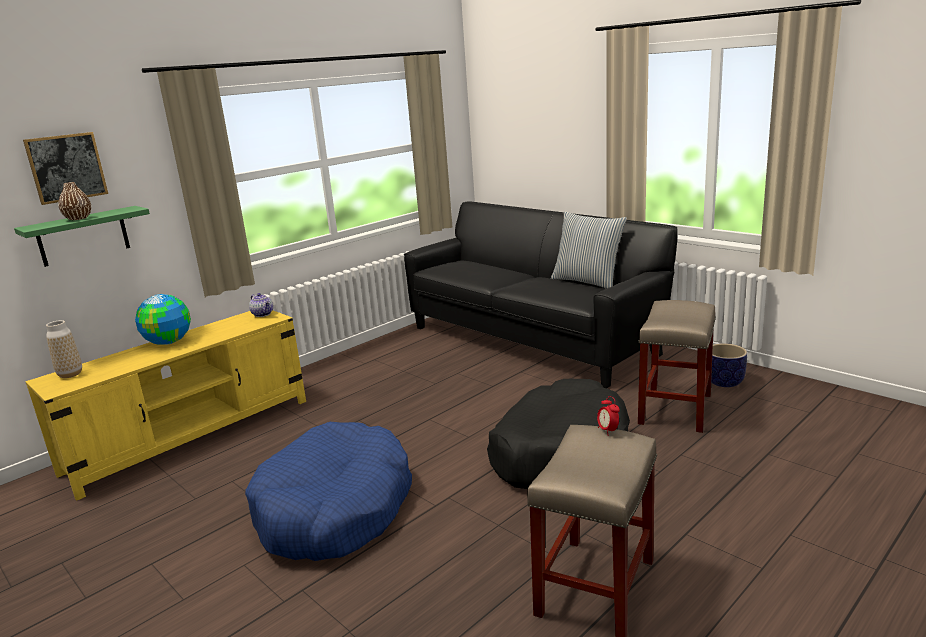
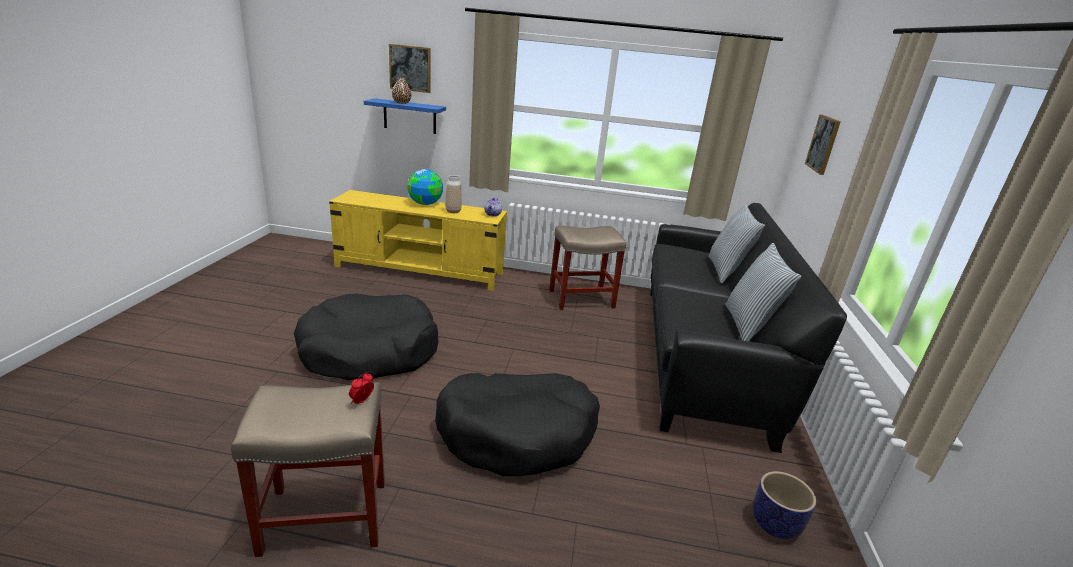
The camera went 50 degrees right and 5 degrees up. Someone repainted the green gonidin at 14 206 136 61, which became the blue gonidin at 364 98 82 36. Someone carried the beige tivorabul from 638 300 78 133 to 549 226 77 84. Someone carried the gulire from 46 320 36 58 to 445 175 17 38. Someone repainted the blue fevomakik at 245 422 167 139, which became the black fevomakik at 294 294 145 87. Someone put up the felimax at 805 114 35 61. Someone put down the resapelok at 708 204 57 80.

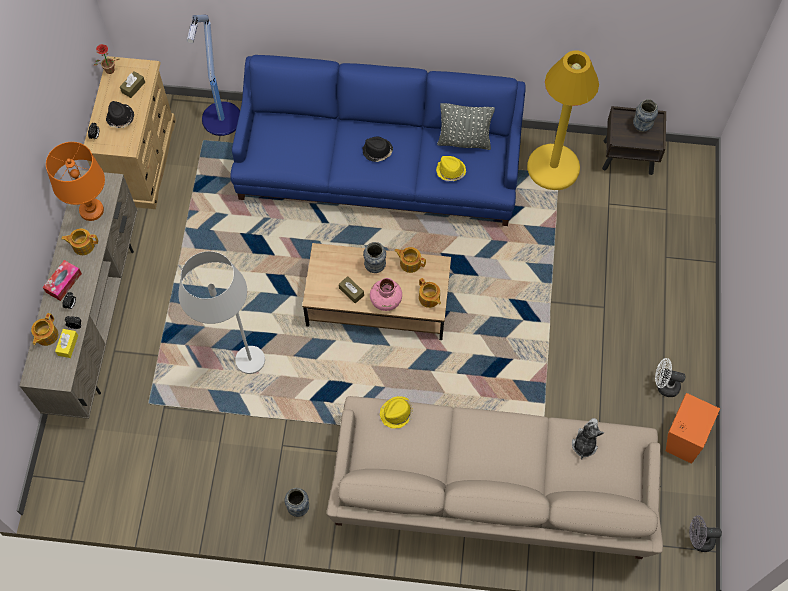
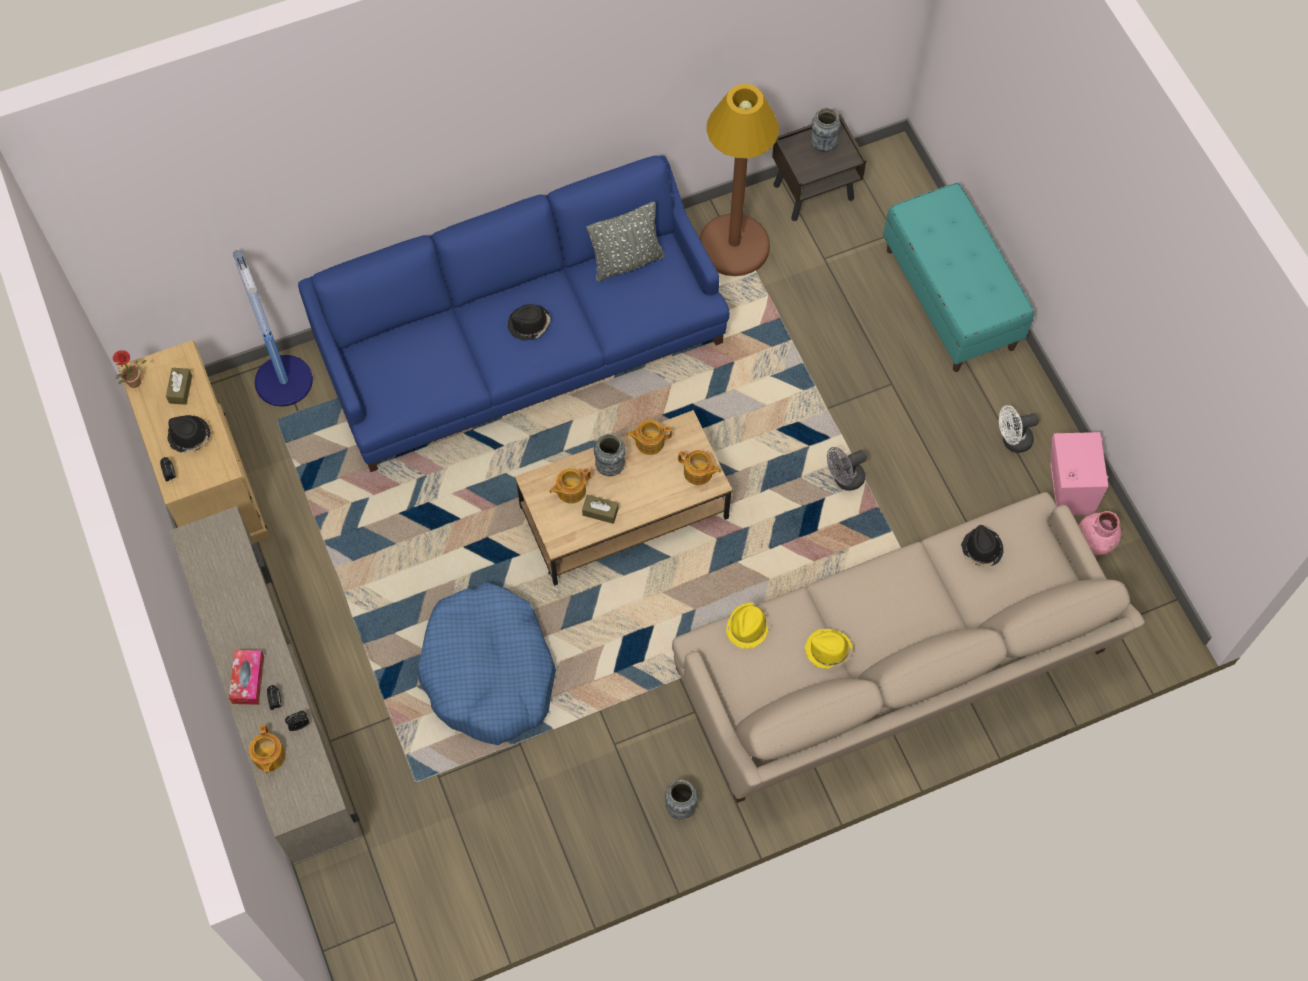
The camera went 30 degrees left and 0 degrees up. Someone repainted the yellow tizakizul at 527 50 72 140, which became the brown tizakizul at 699 84 80 192. Someone took away the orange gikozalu at 46 142 59 79. Someone carried the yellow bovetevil from 436 156 30 25 to 805 629 48 40. Someone carried the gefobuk from 61 229 37 26 to 549 468 42 36. Someone swapped the white tizakizul at 178 251 87 123 for the blue fevomakik at 418 582 138 163. Someone carried the pink gulire from 370 278 32 33 to 1079 511 42 44. Someone took away the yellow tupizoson at 55 329 23 29. Someone repainted the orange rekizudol at 666 393 54 71, which became the pink rekizudol at 1050 432 59 83. Someone swapped the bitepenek at 572 418 32 42 for the black bovetevil at 961 525 43 42. Someone carried the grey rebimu from 689 515 33 37 to 827 447 40 44. Someone put down the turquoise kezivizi at 883 183 151 189.

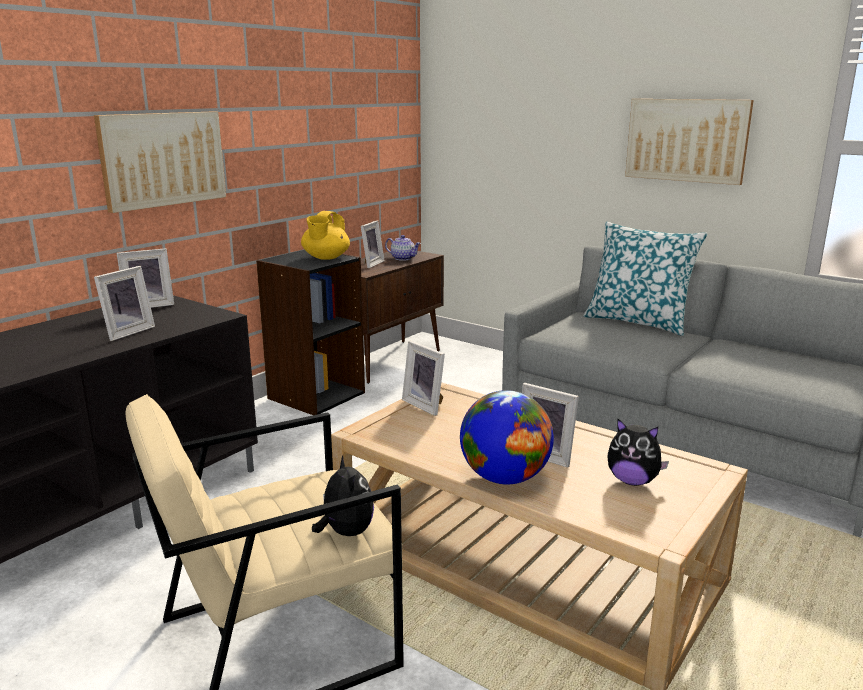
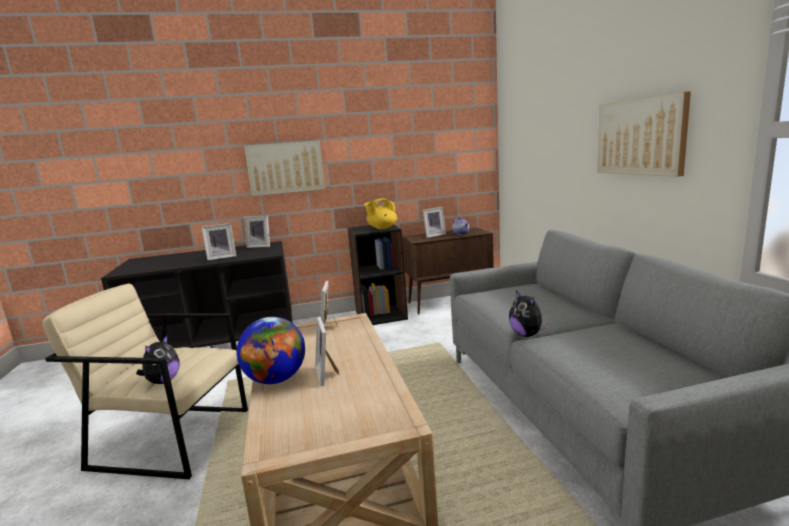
The camera went 40 degrees right and 5 degrees down. Someone took away the resapelok at 583 222 124 114. Someone carried the bitepenek from 607 419 62 67 to 509 291 39 46.

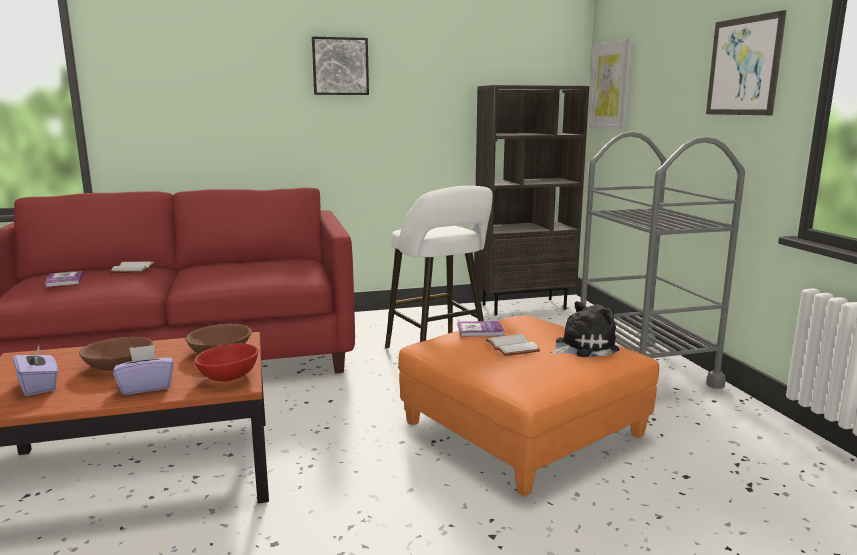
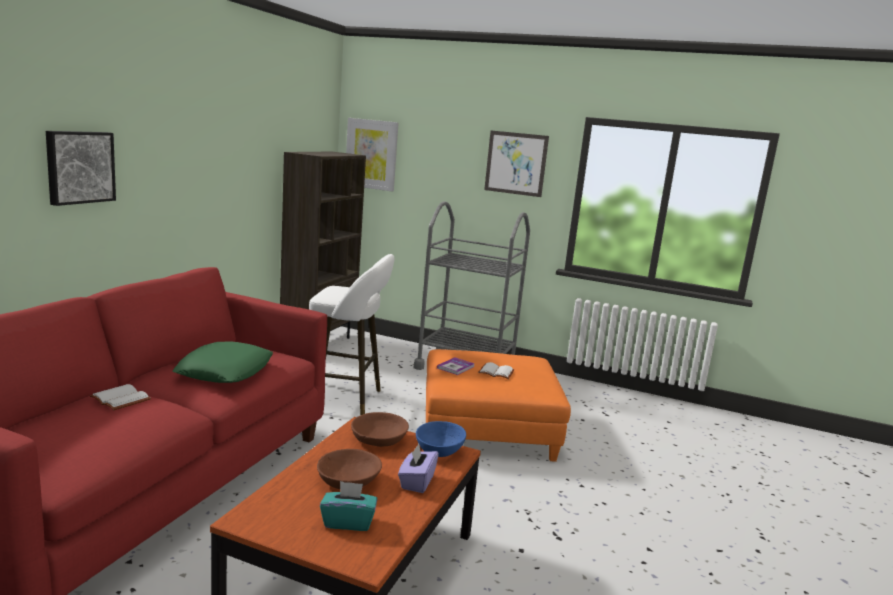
The camera went 55 degrees left and 0 degrees up. Someone carried the felimax from 312 36 57 59 to 46 131 70 75. Someone took away the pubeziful at 45 271 38 16. Someone took away the bitepenek at 550 301 69 56. Someone repainted the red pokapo at 194 343 65 38, which became the blue pokapo at 416 421 50 36. Someone repainted the purple tupizoson at 13 345 45 51, which became the turquoise tupizoson at 320 481 57 50. Someone put down the green resapelok at 173 342 100 41.

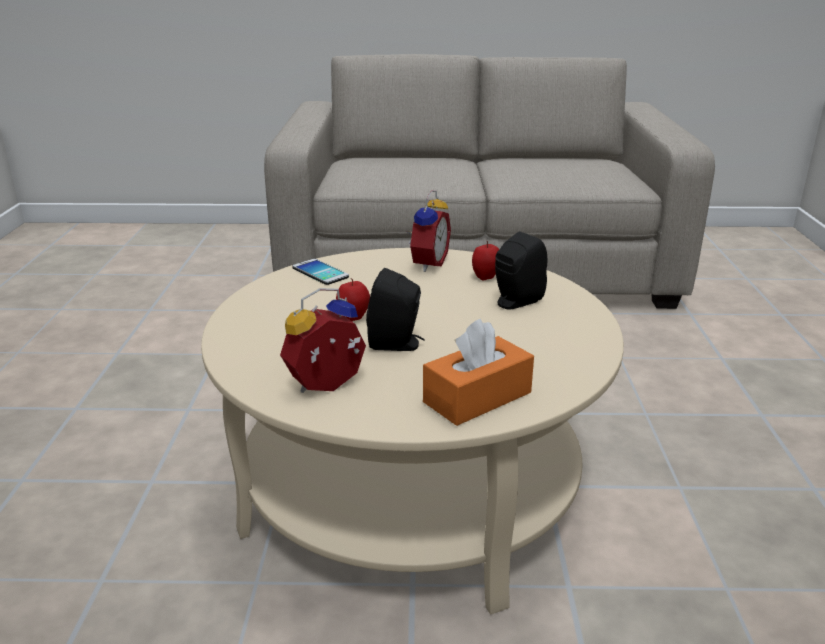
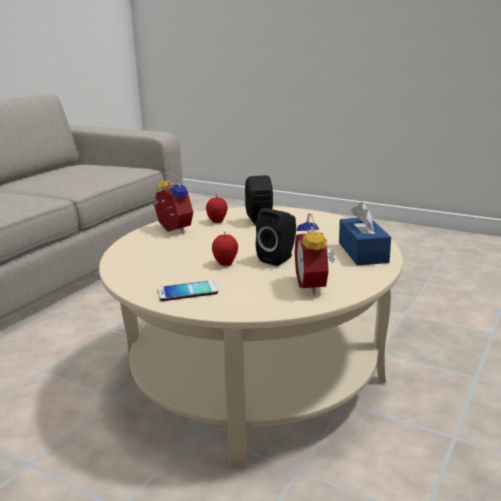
The camera went 60 degrees left and 5 degrees down. Someone carried the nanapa from 292 259 57 26 to 158 280 60 21. Someone repainted the orange tupizoson at 423 319 111 107, which became the blue tupizoson at 339 202 52 63.

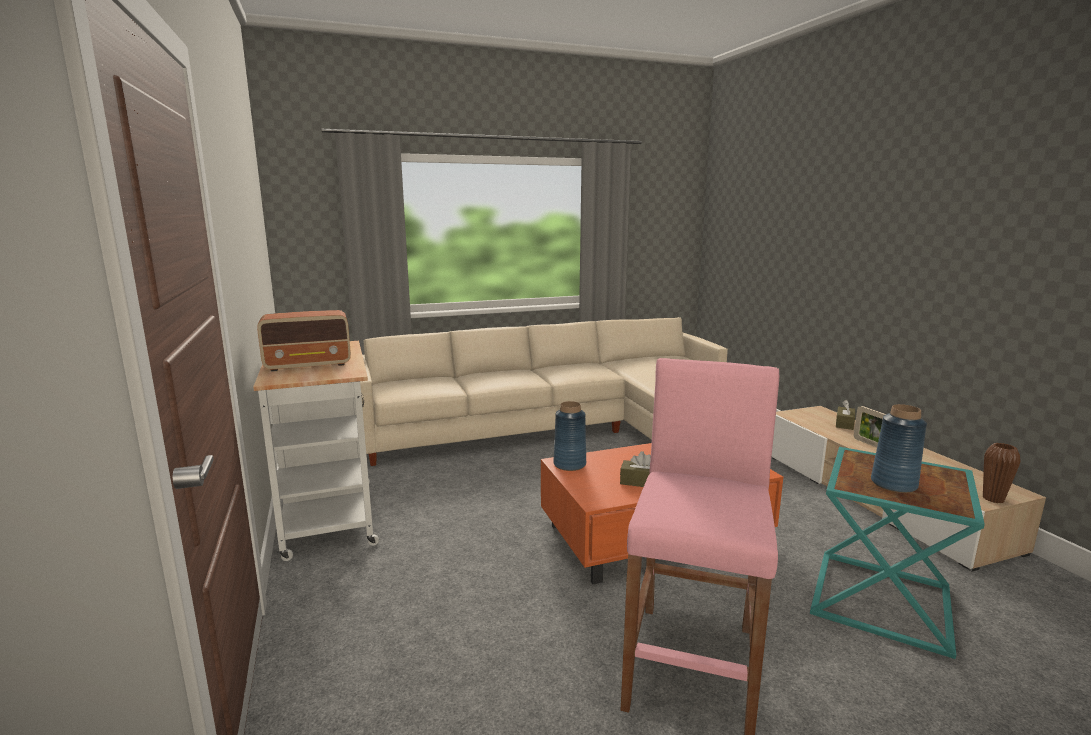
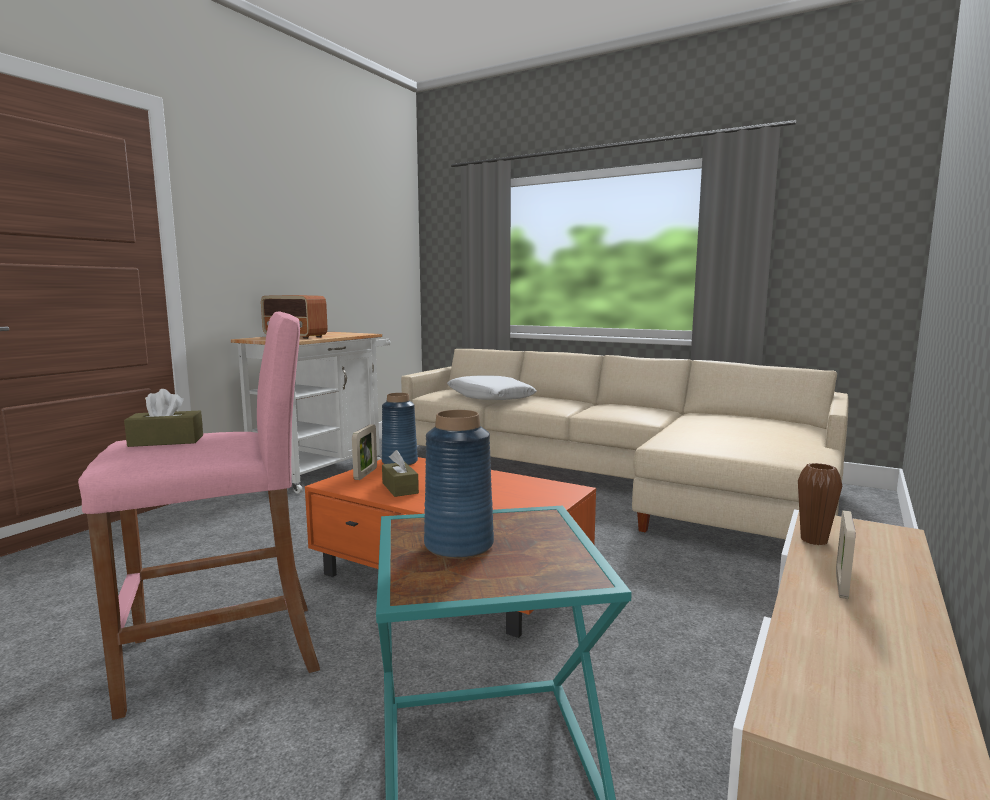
The camera went 50 degrees right and 5 degrees down. Someone carried the brown tupizoson from 836 400 19 30 to 124 389 79 58. Someone carried the brown gulire from 983 443 38 60 to 798 463 44 82. Someone put down the white resapelok at 447 376 90 24. Someone put down the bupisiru at 352 424 25 56.

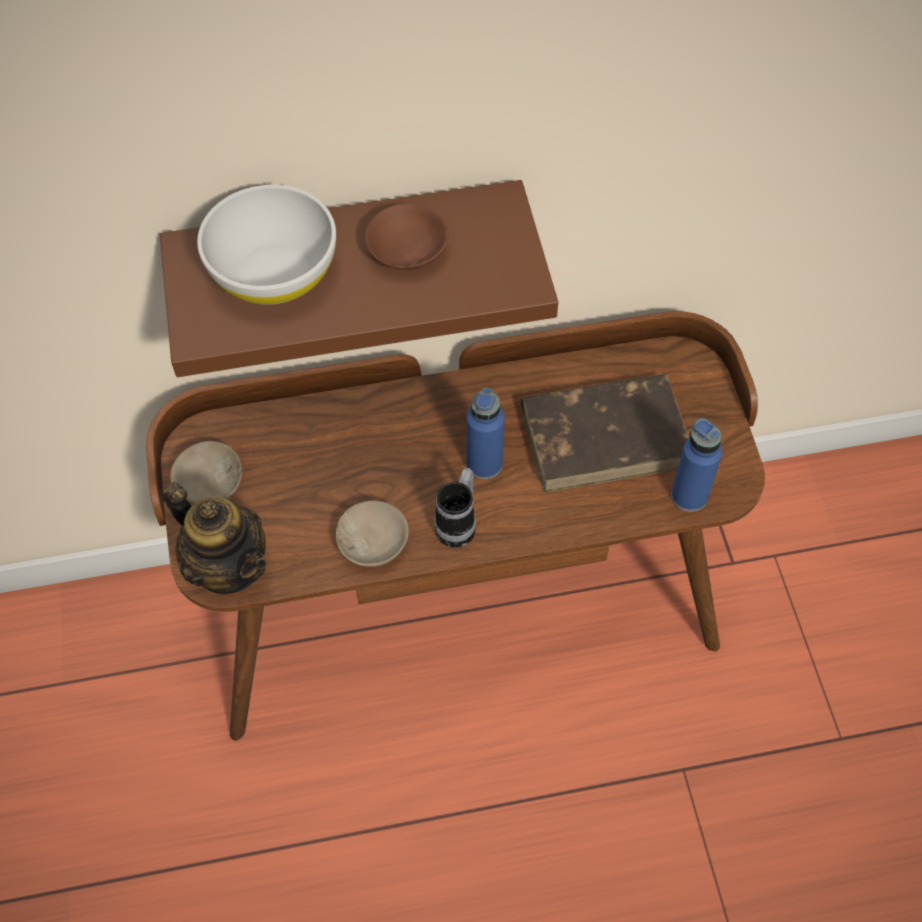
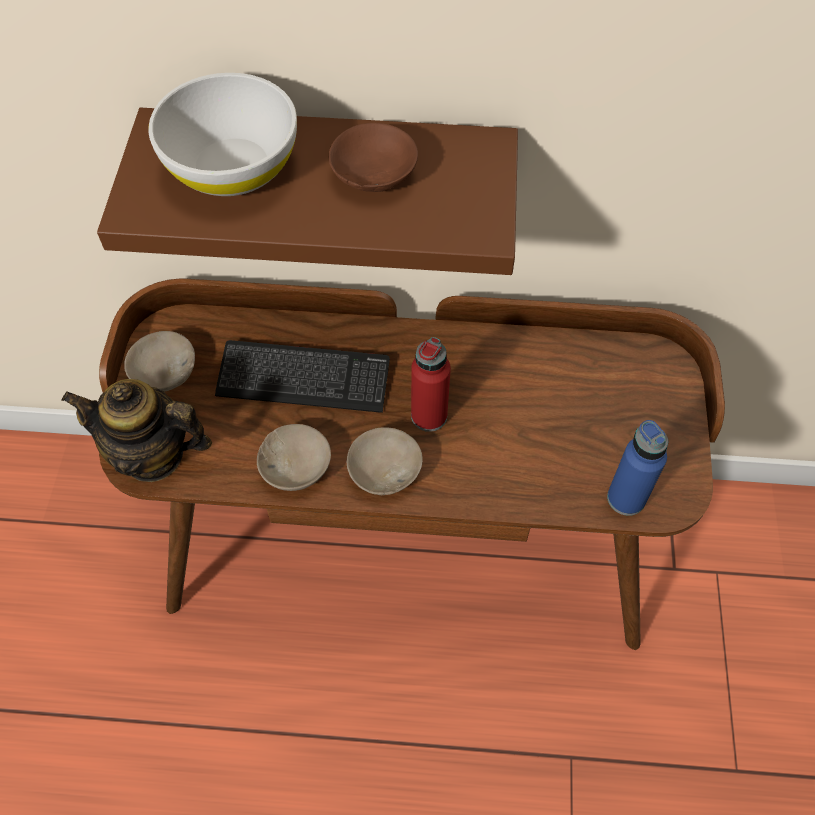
The camera went 15 degrees right and 0 degrees up. Someone took away the brown pubeziful at 521 374 168 119. Someone repainted the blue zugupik at 467 388 38 91, which became the red zugupik at 411 337 40 95. Someone swapped the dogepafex at 434 468 42 80 for the beige pokapo at 347 427 76 68. Someone rotated the gefobuk at 162 482 104 112 by 135 degrees clockwise. Someone put down the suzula at 215 340 175 73.

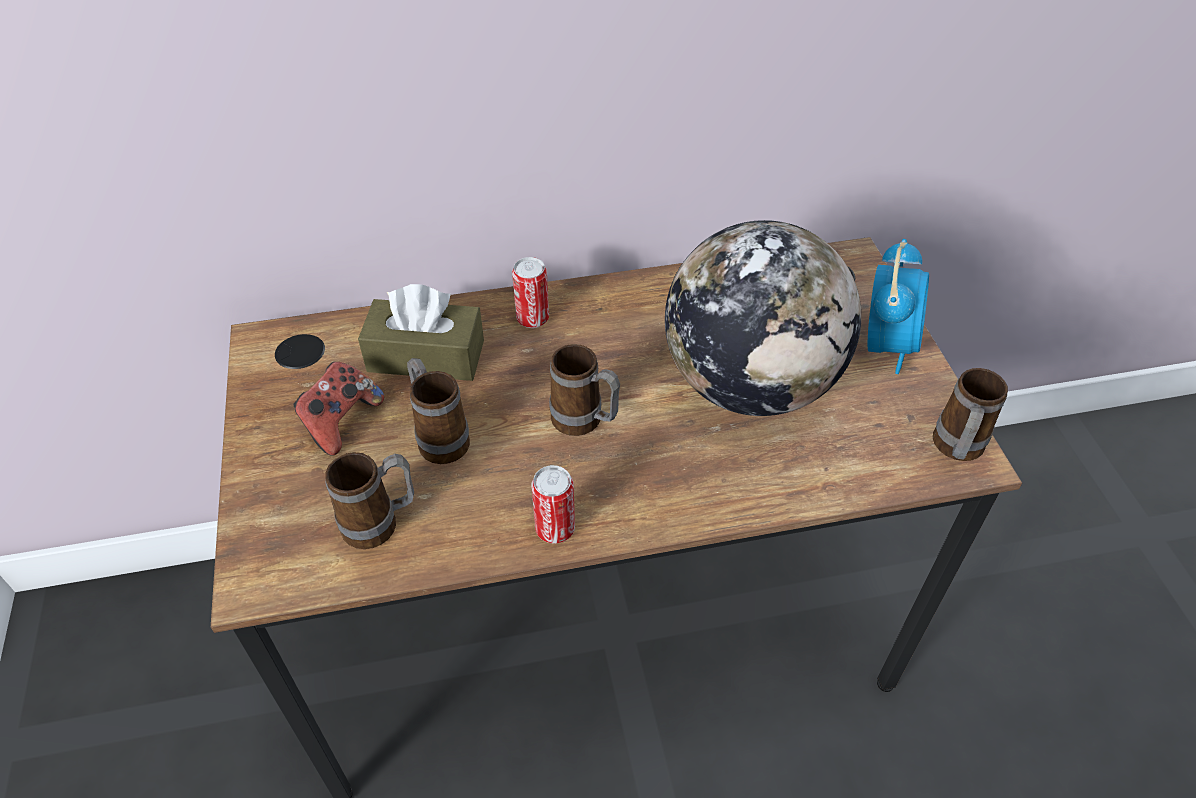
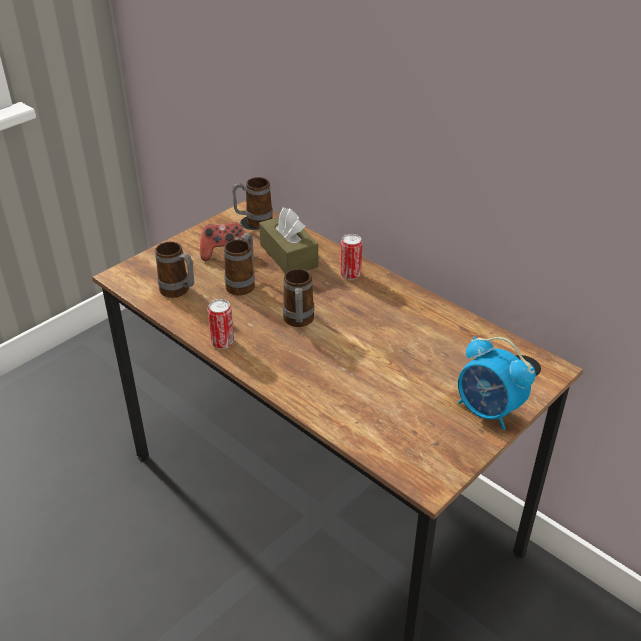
The camera went 55 degrees right and 10 degrees down. Someone took away the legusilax at 665 220 196 196. Someone rotated the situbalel at 868 239 61 135 by 60 degrees clockwise. Someone carried the dogepafex from 933 368 75 93 to 232 177 41 51.

